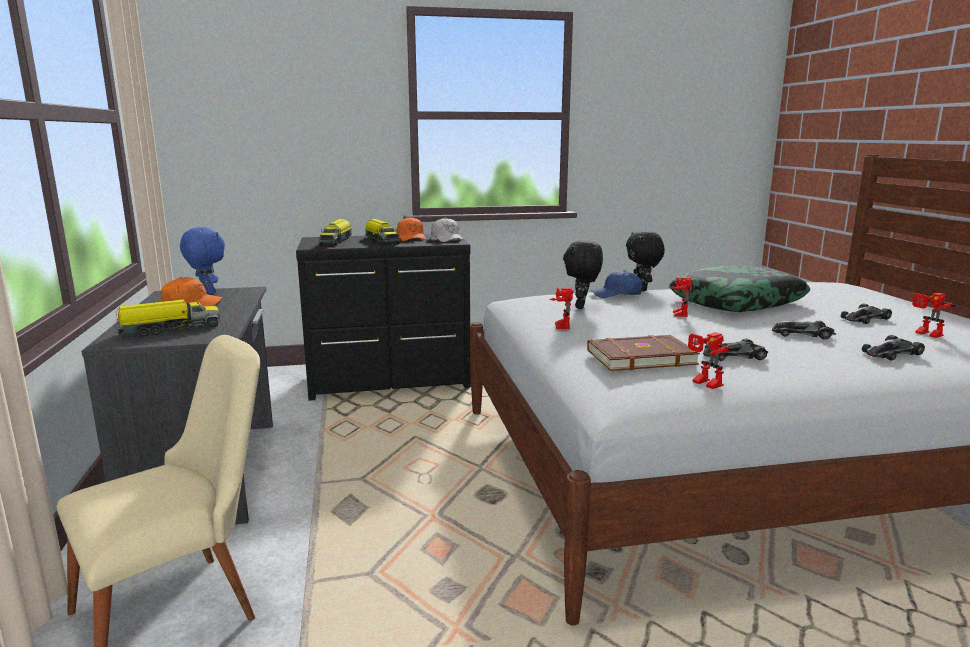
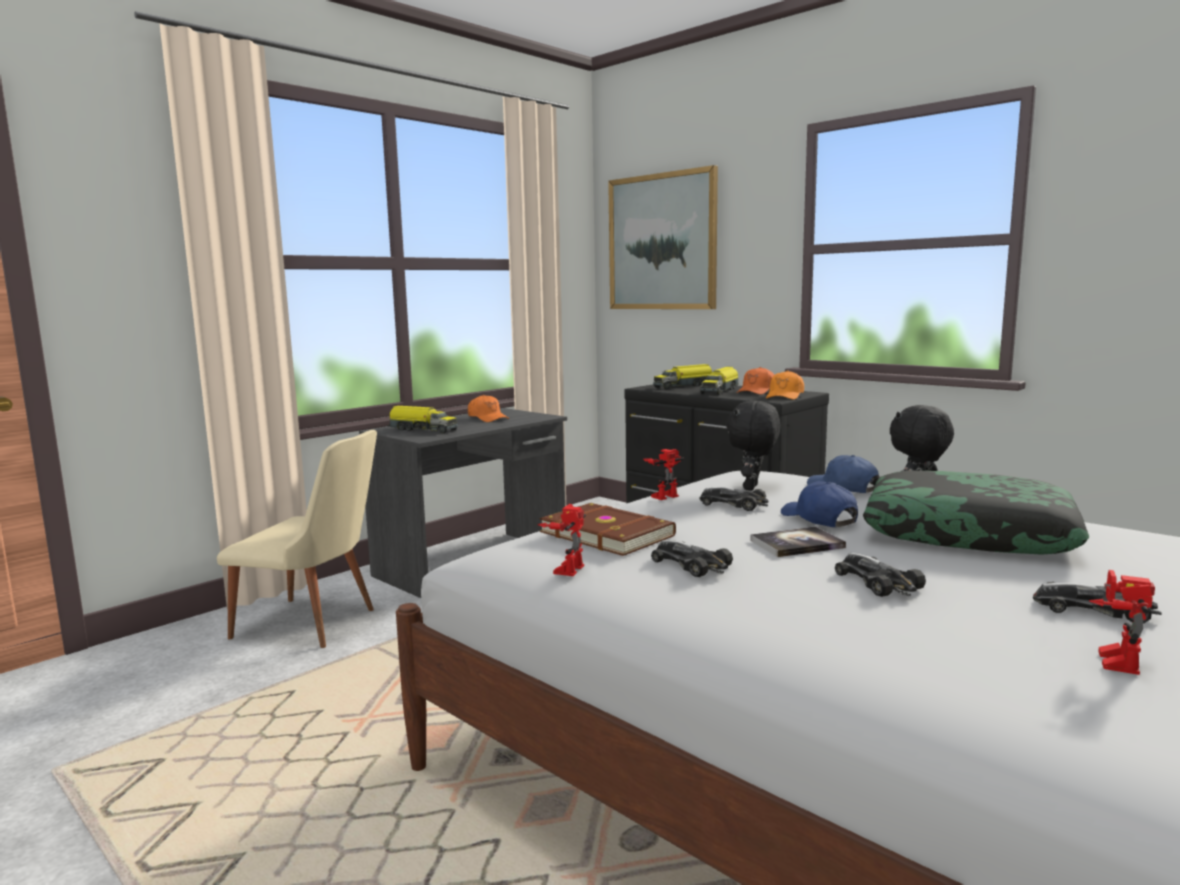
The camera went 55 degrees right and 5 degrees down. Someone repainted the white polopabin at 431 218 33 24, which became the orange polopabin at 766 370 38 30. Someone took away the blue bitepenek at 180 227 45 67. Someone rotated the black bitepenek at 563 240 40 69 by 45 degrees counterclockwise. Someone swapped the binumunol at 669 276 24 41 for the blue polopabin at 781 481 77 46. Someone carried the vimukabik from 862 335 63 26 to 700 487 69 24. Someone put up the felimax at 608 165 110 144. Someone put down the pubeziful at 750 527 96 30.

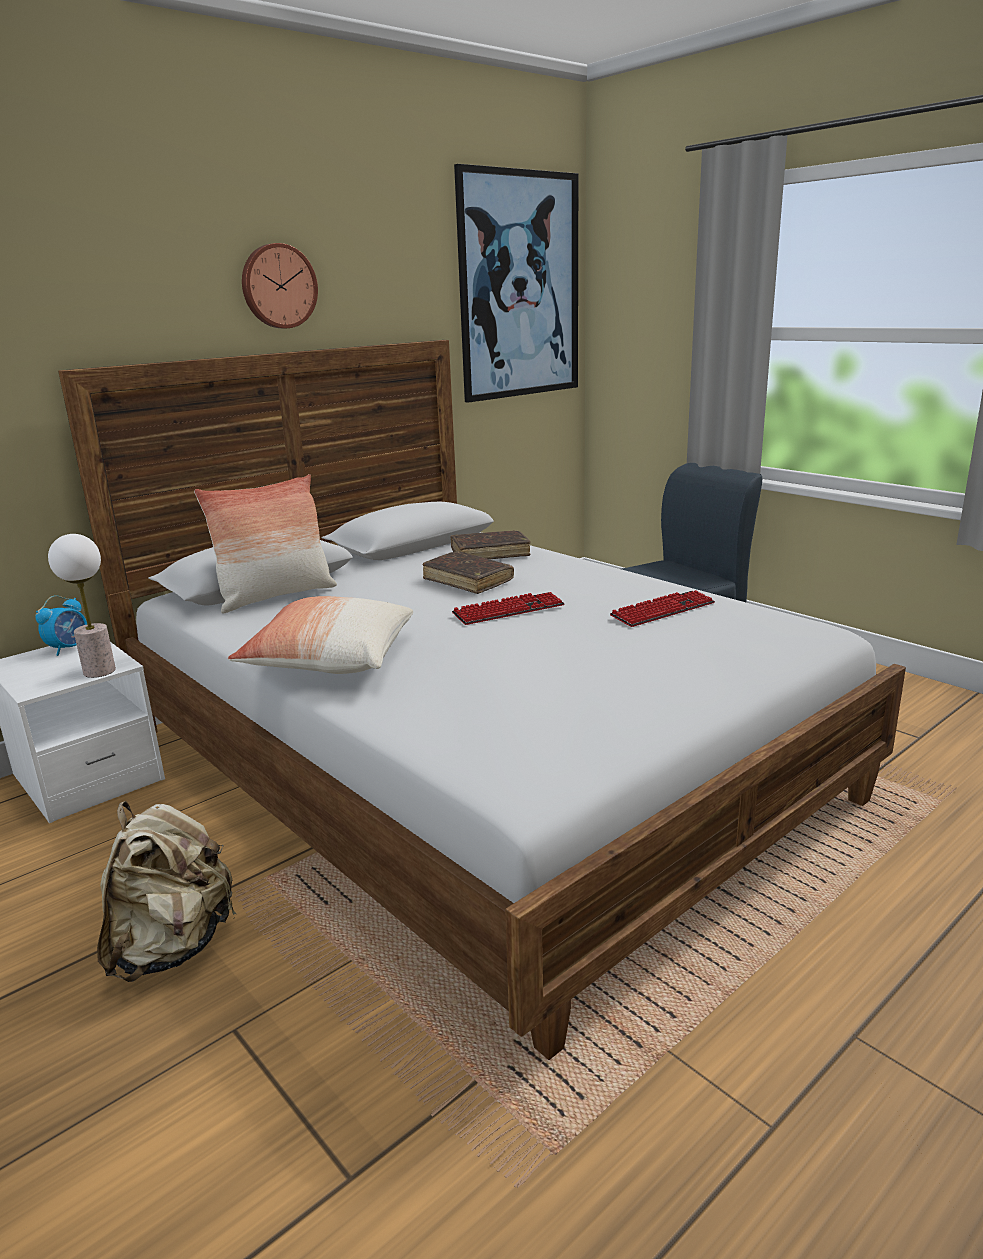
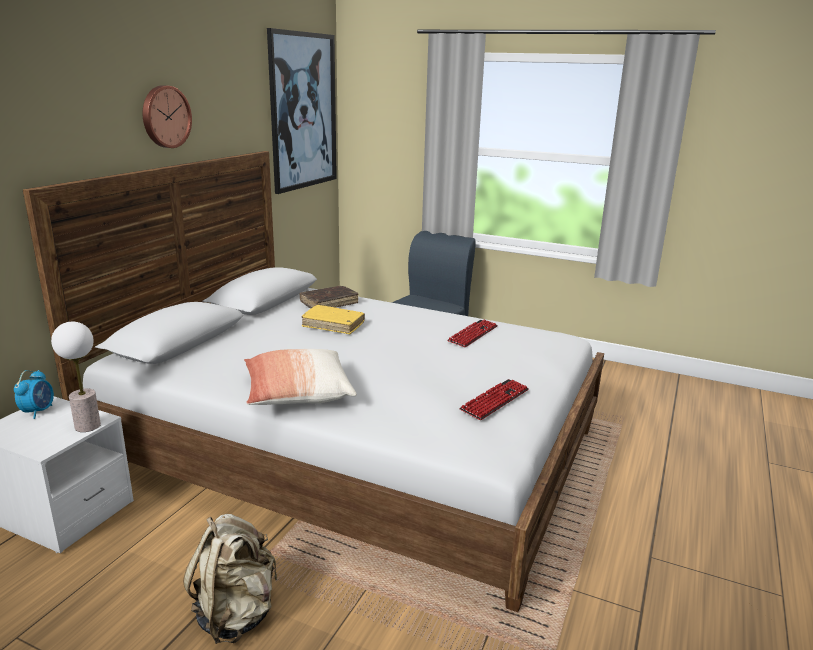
The camera went 25 degrees left and 0 degrees up. Someone took away the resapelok at 194 474 143 139. Someone repainted the brown pubeziful at 423 551 91 43, which became the yellow pubeziful at 302 305 63 29. Someone carried the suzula from 452 592 113 33 to 459 379 70 41.

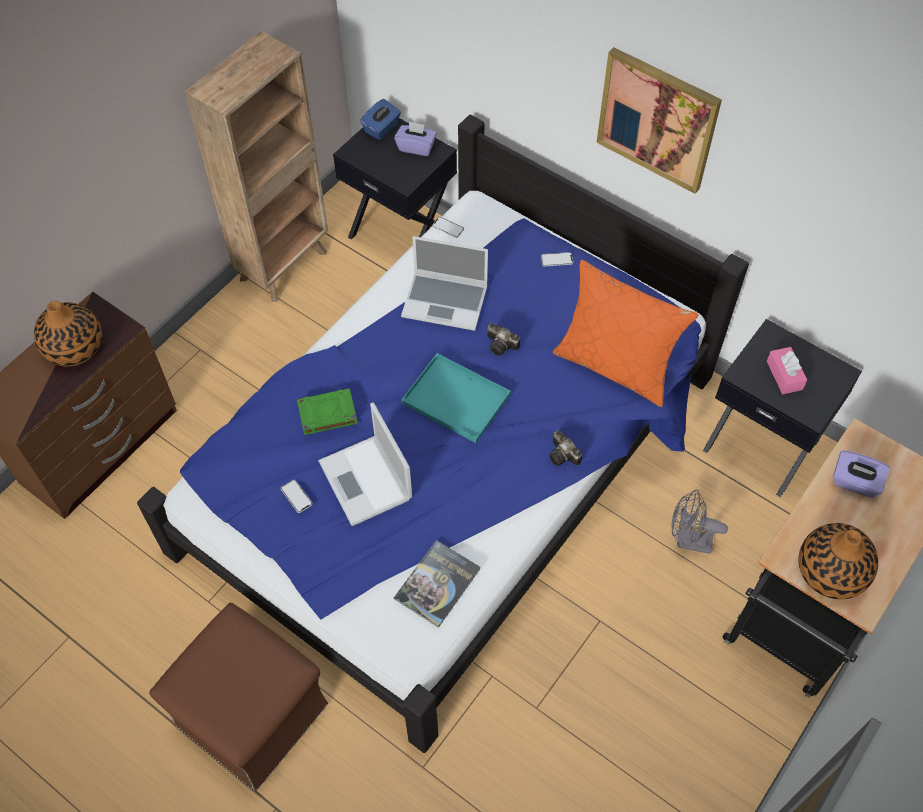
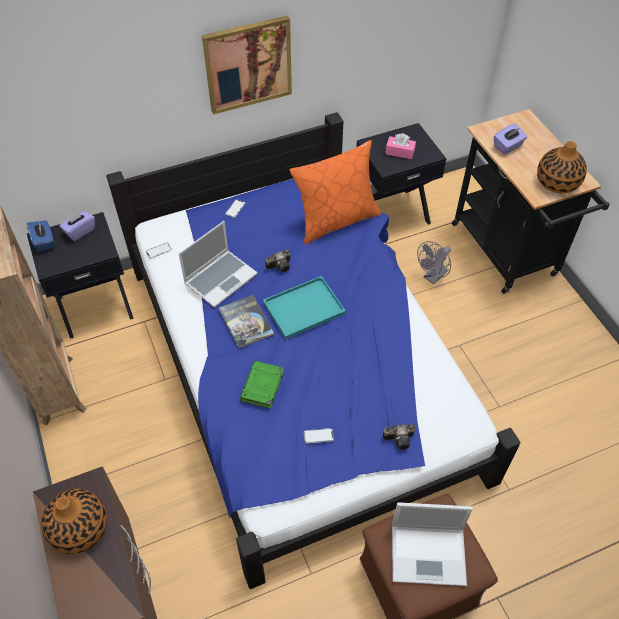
The camera went 60 degrees left and 5 degrees down. Someone carried the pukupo from 318 402 94 124 to 392 502 81 84. Someone carried the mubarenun from 549 430 33 36 to 383 424 32 26. Someone carried the pubeziful from 394 540 86 88 to 219 295 55 53.

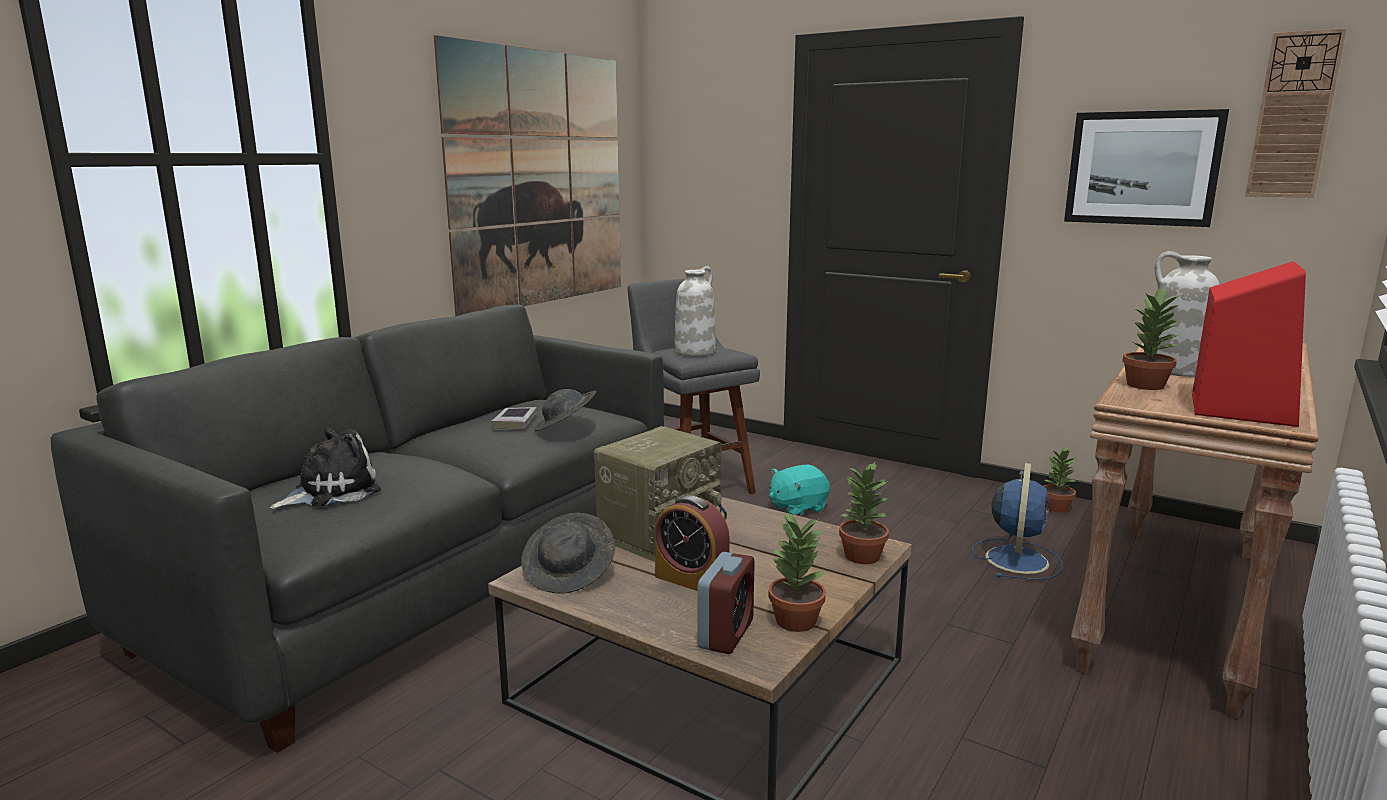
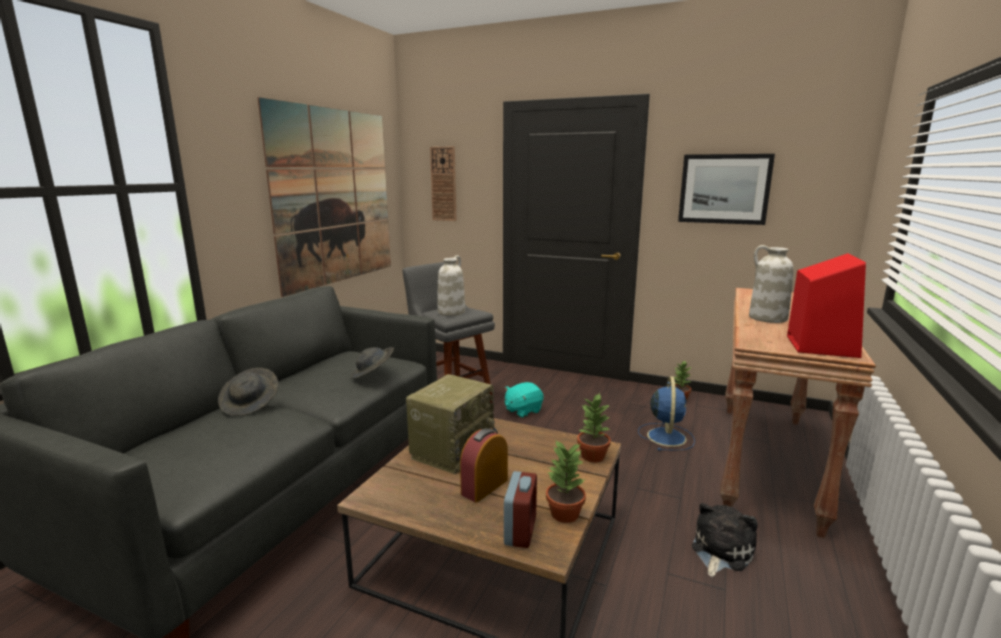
The camera went 10 degrees left and 0 degrees up. Someone carried the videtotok from 1245 28 102 170 to 430 146 26 75. Someone took away the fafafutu at 1122 287 59 103. Someone took away the pubeziful at 491 407 46 23. Someone carried the bitepenek from 270 427 111 82 to 692 503 66 74. Someone rotated the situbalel at 655 495 75 96 by 105 degrees clockwise. Someone carried the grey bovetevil from 521 513 94 81 to 218 368 60 48.

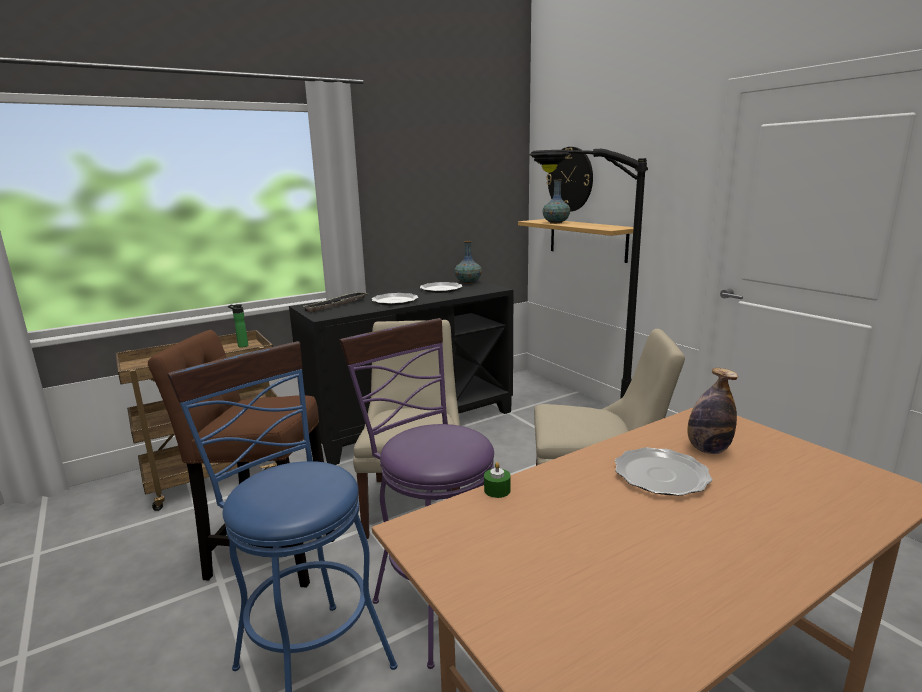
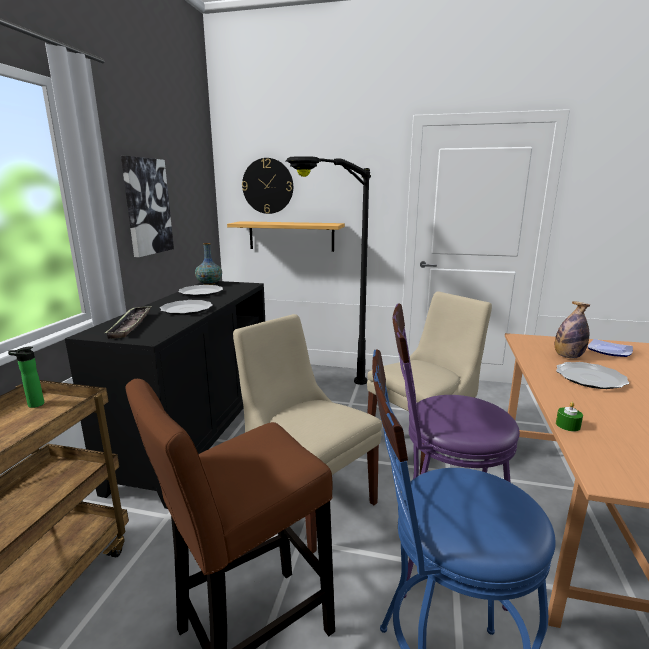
The camera went 45 degrees left and 0 degrees up. Someone took away the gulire at 543 180 27 44. Someone put up the felimax at 121 156 53 101. Someone put down the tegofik at 588 339 45 18.

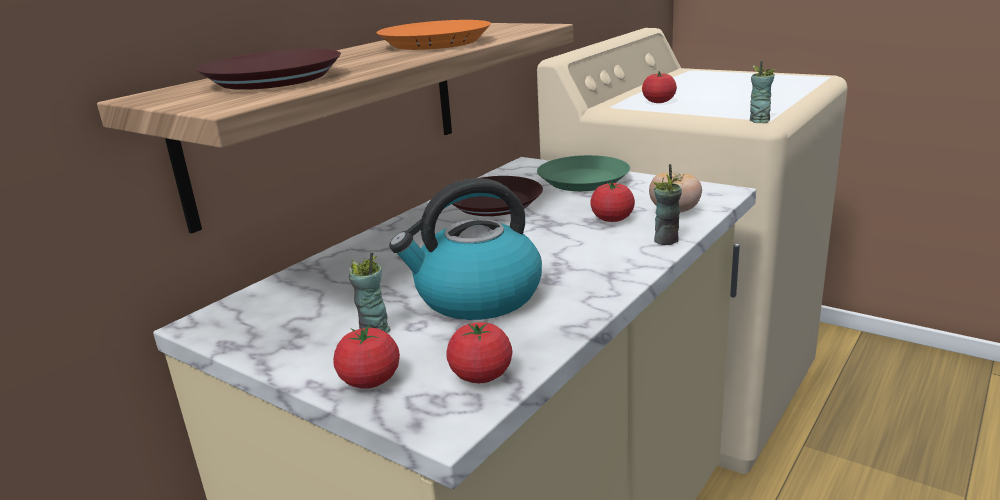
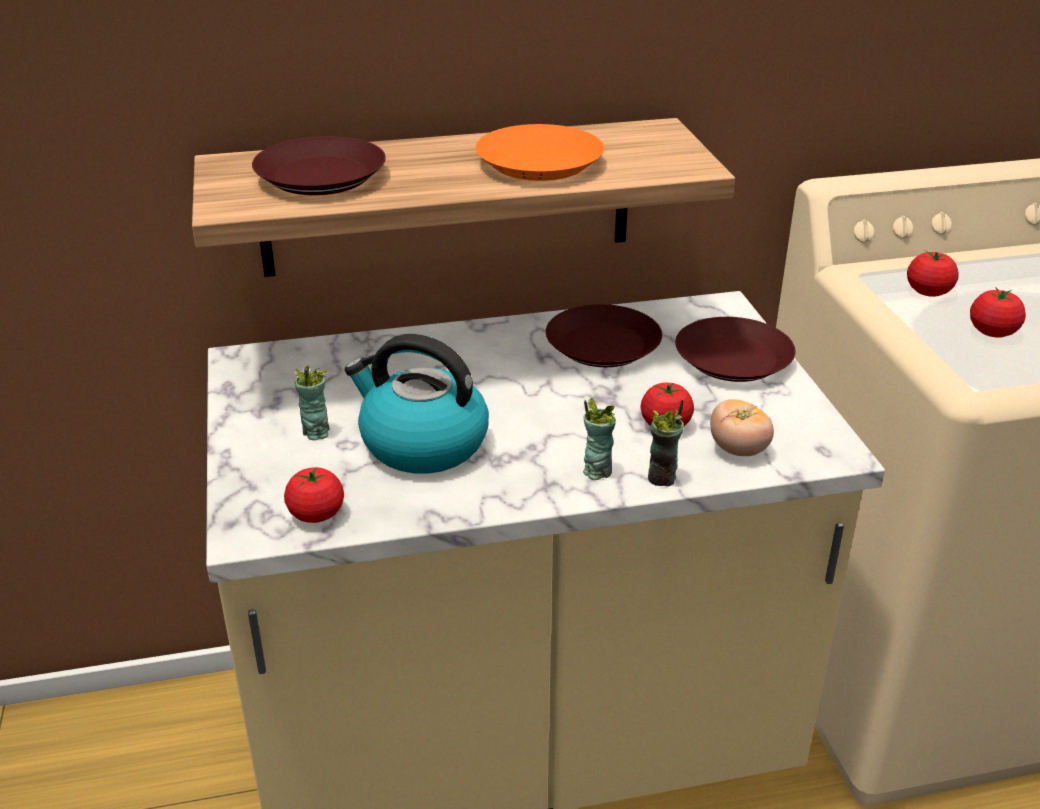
The camera went 40 degrees right and 10 degrees up. Someone carried the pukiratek from 750 60 27 63 to 583 398 33 82. Someone repainted the green tegofik at 537 155 93 36, which became the brown tegofik at 675 317 121 65. Someone carried the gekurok from 333 325 67 64 to 970 287 56 51.

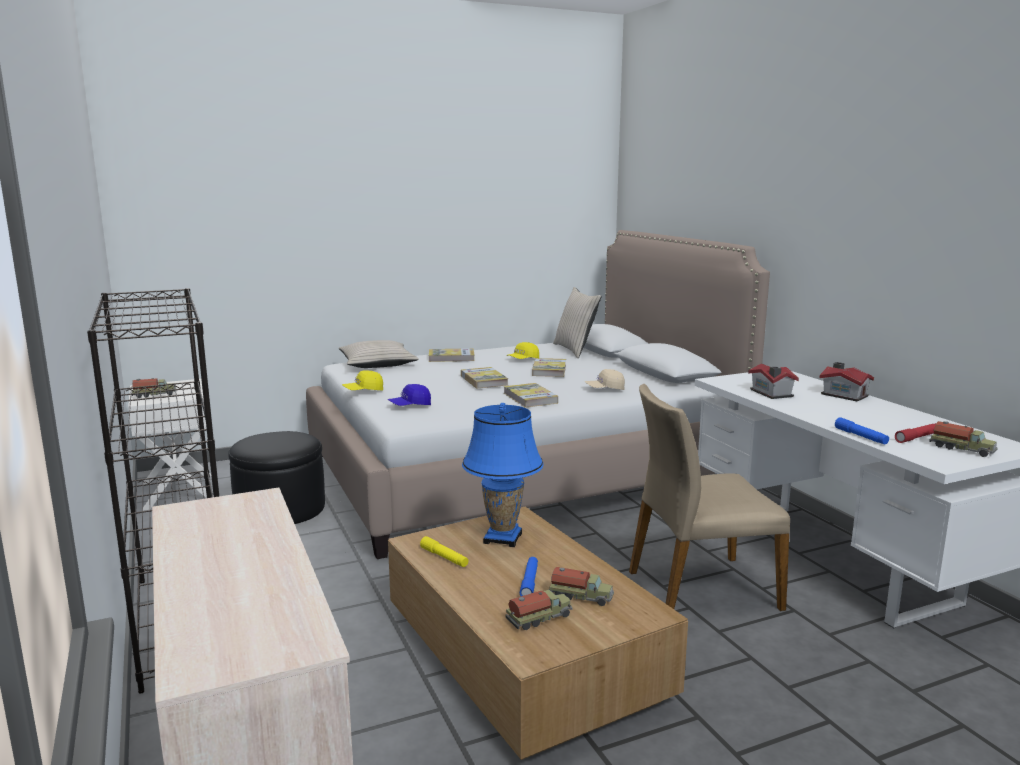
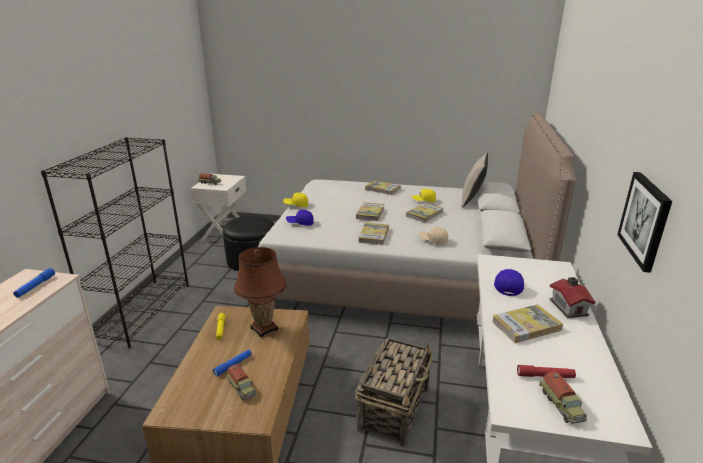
The camera went 35 degrees right and 10 degrees up. Someone took away the beige resapelok at 339 340 80 28. Someone swapped the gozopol at 748 363 51 36 for the blue polopabin at 494 269 30 27. Someone swapped the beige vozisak at 629 384 161 227 for the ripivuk at 355 338 77 108. Someone repainted the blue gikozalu at 462 403 82 144, which became the brown gikozalu at 234 247 53 90. Someone carried the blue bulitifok from 835 417 54 27 to 13 268 42 30. Someone took away the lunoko at 506 590 66 40. Someone put up the felimax at 617 172 55 101. Someone put down the pubeziful at 492 304 71 39.

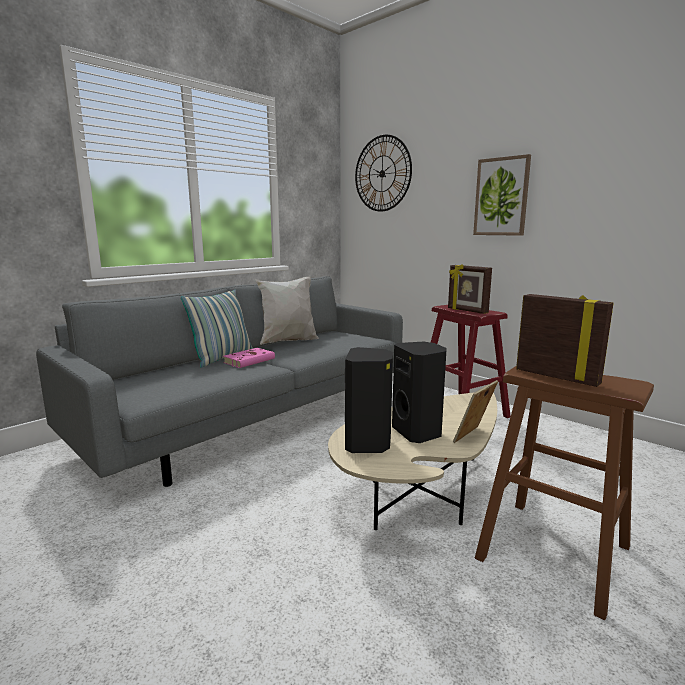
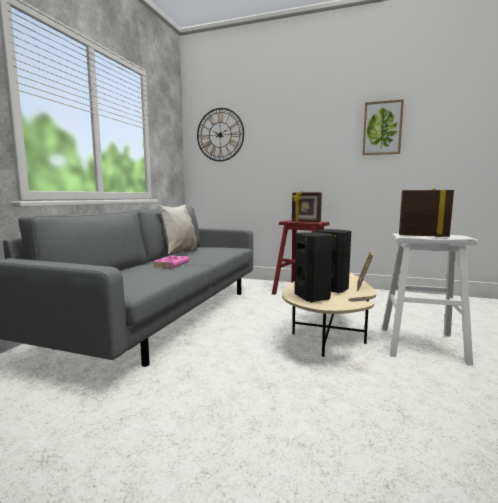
The camera went 25 degrees left and 5 degrees down. Someone carried the felimax from 473 154 58 82 to 362 99 42 56. Someone took away the resapelok at 181 289 72 79. Someone repainted the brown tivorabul at 475 366 179 254, which became the white tivorabul at 382 234 96 132.

